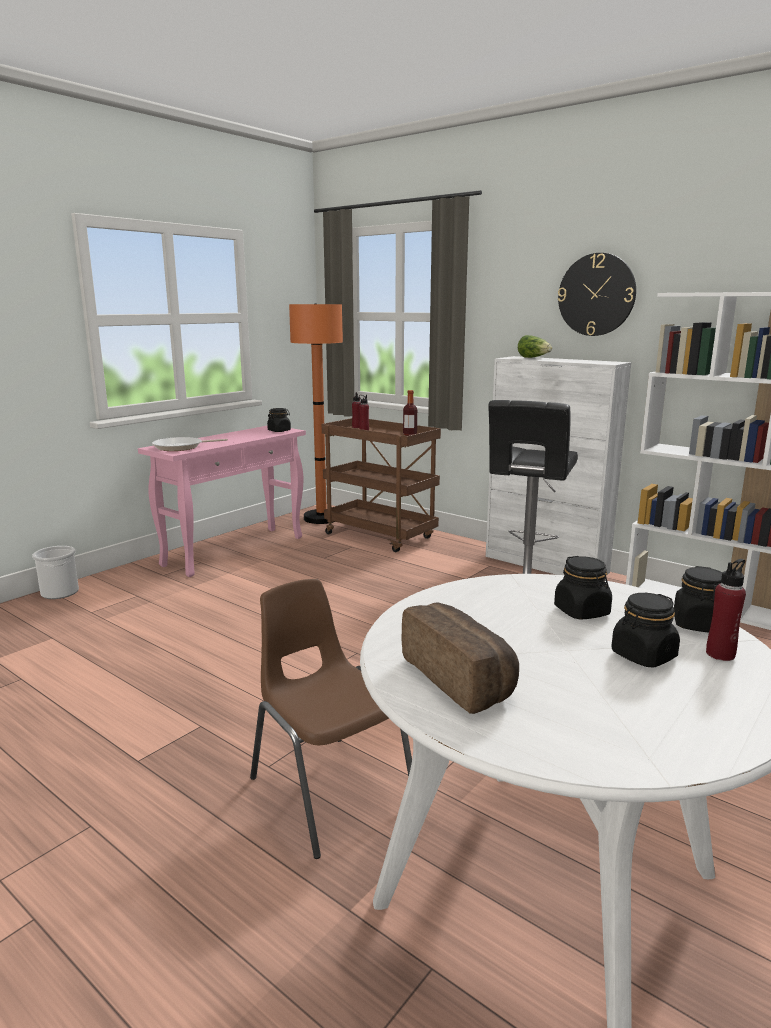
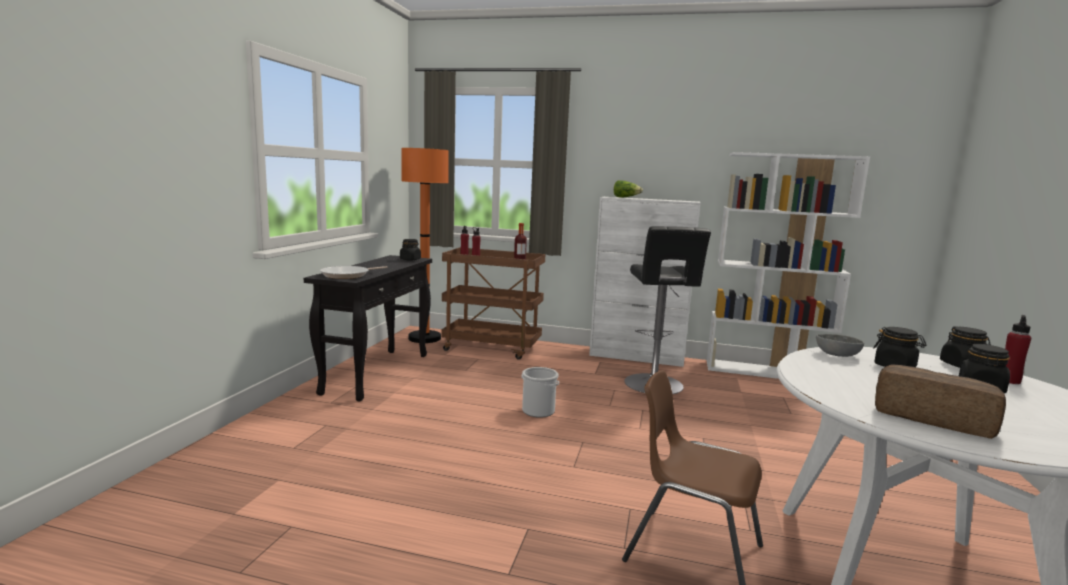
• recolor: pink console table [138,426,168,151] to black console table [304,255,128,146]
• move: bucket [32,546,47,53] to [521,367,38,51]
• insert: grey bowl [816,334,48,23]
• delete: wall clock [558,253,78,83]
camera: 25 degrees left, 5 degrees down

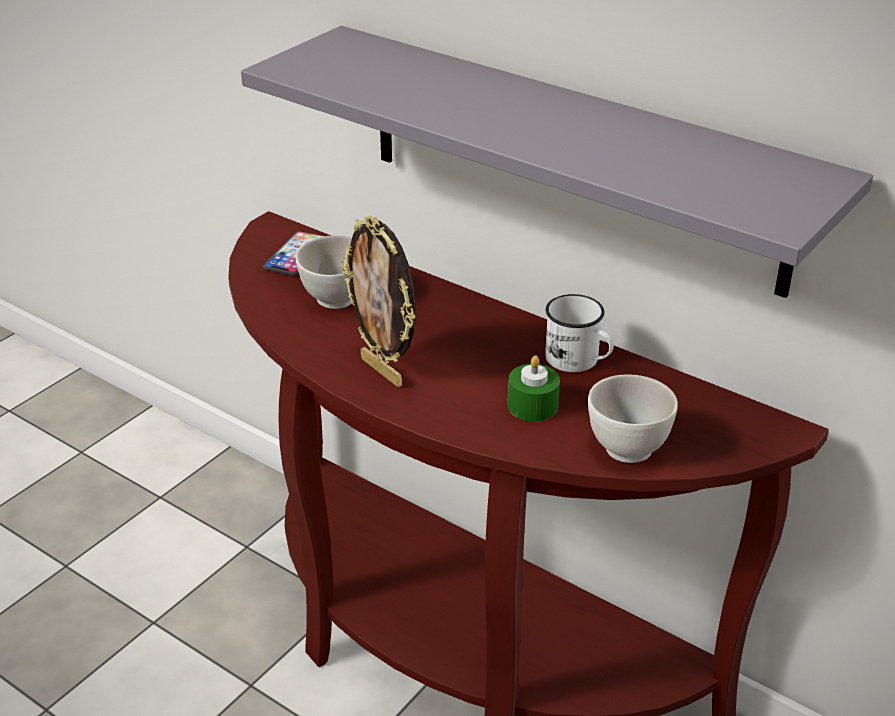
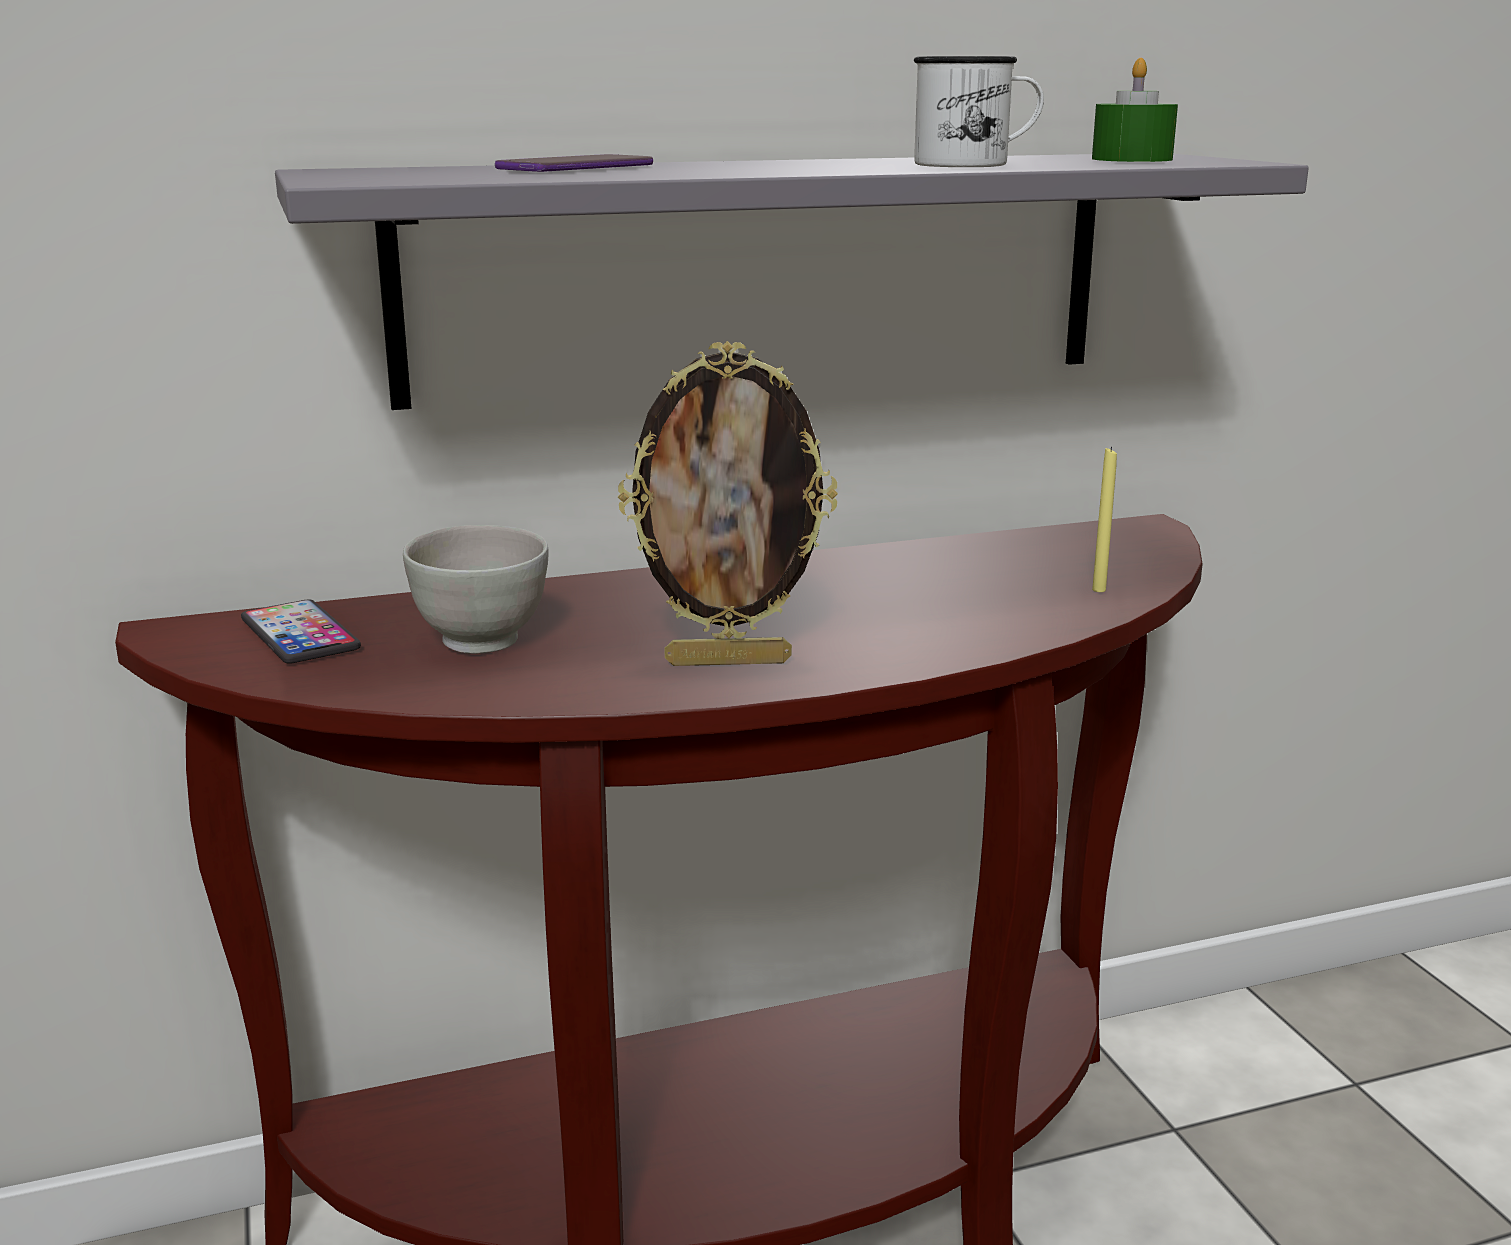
• insert: phone [495,154,158,18]
• move: white mug [545,294,69,78] to [914,56,130,111]
• move: green candle [508,355,52,66] to [1092,58,86,104]
• replace: white bowl [588,375,90,88] to yellow candle [1092,446,25,146]
camera: 55 degrees left, 15 degrees down

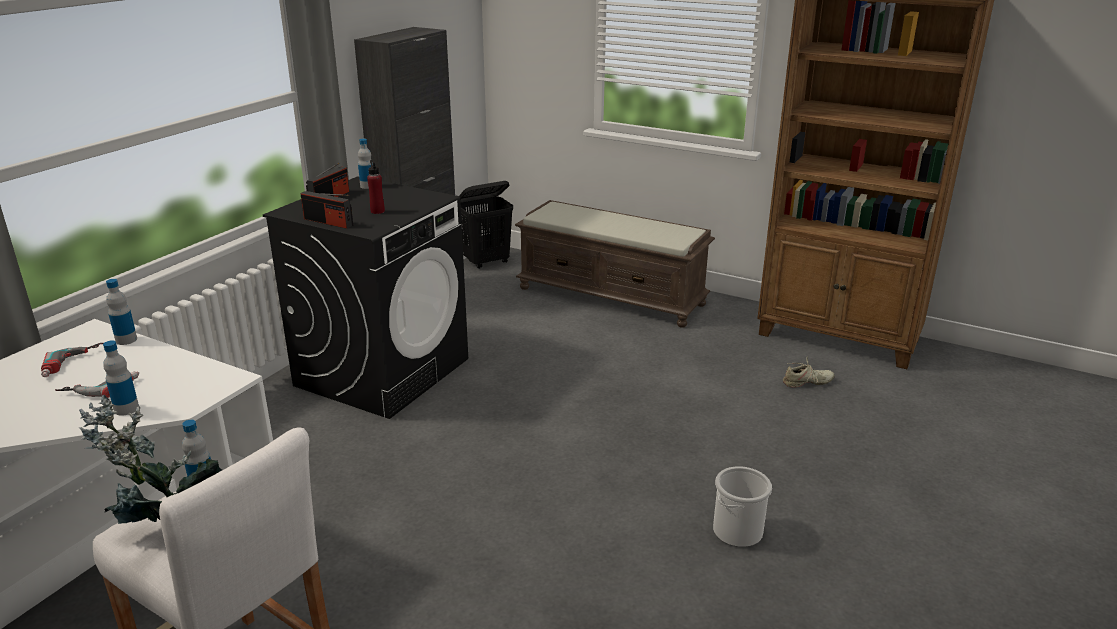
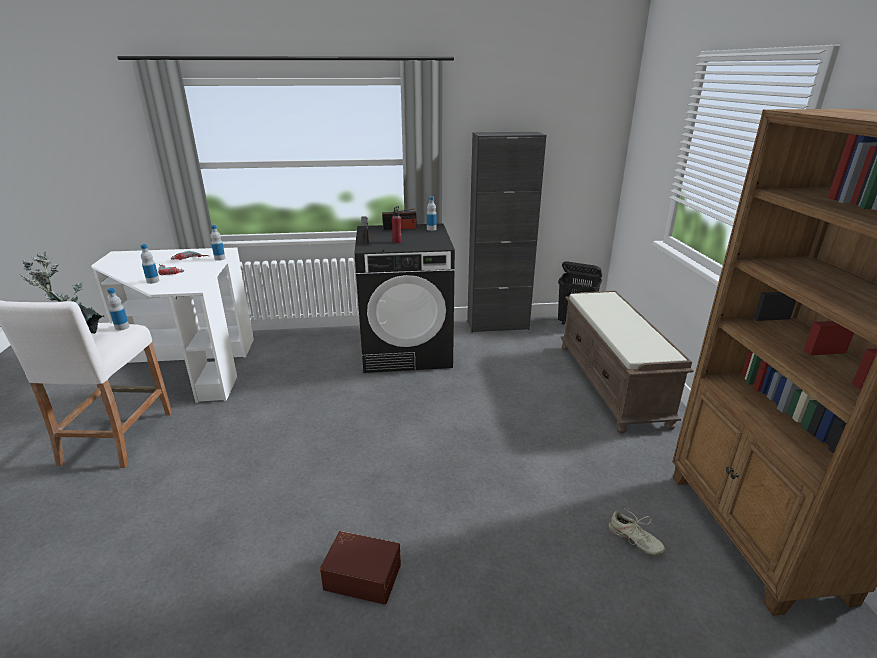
• replace: bucket [713,466,59,81] to brown storage box [320,531,81,74]
camera: 55 degrees right, 0 degrees up

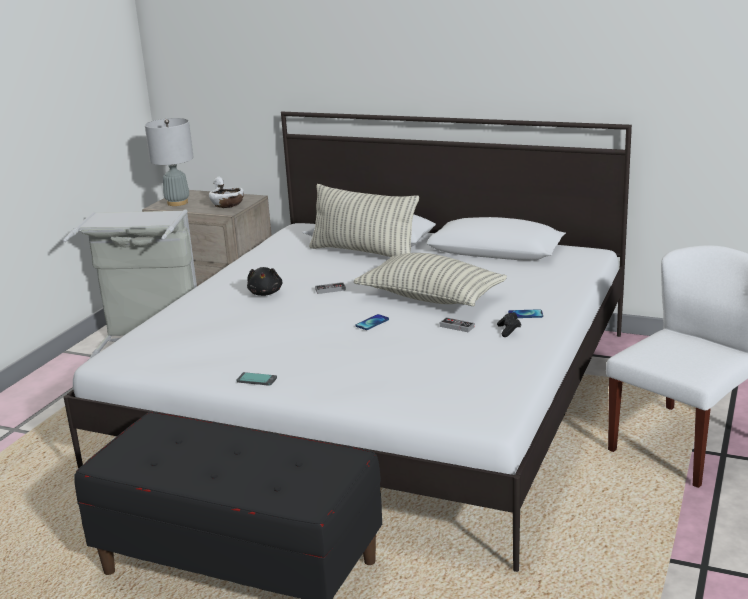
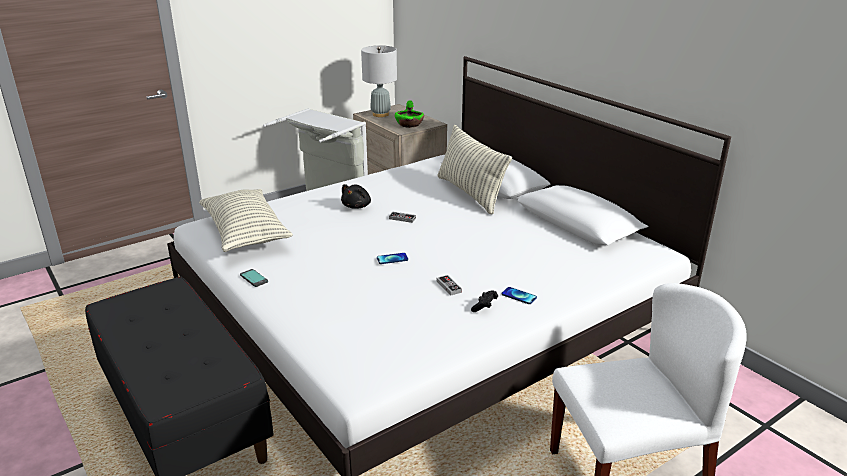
• move: pillow [354,253,153,53] to [199,189,94,63]
• recolor: white bowl [209,177,35,31] to green bowl [395,100,29,28]
camera: 30 degrees right, 5 degrees up

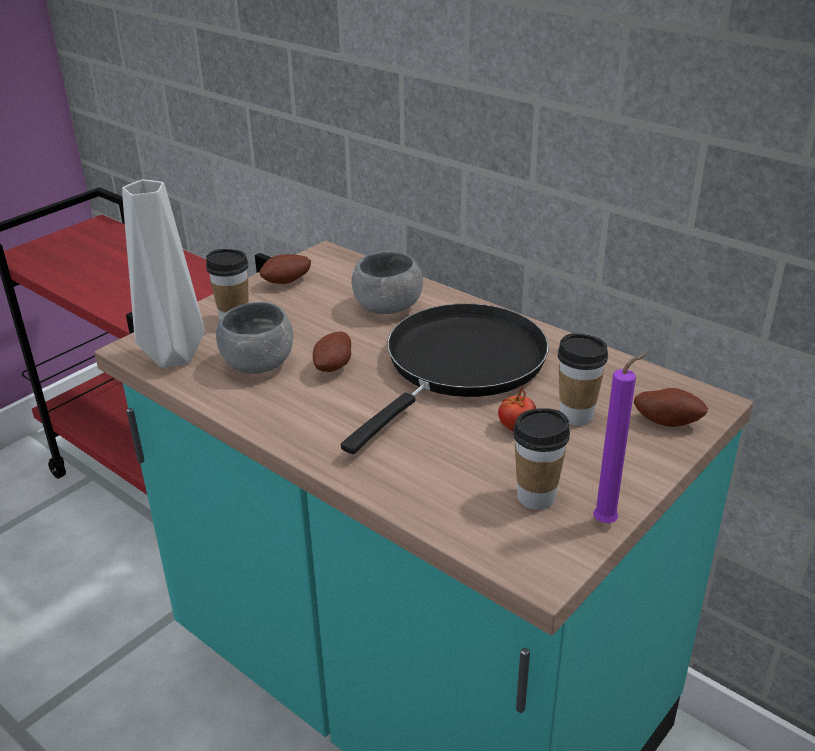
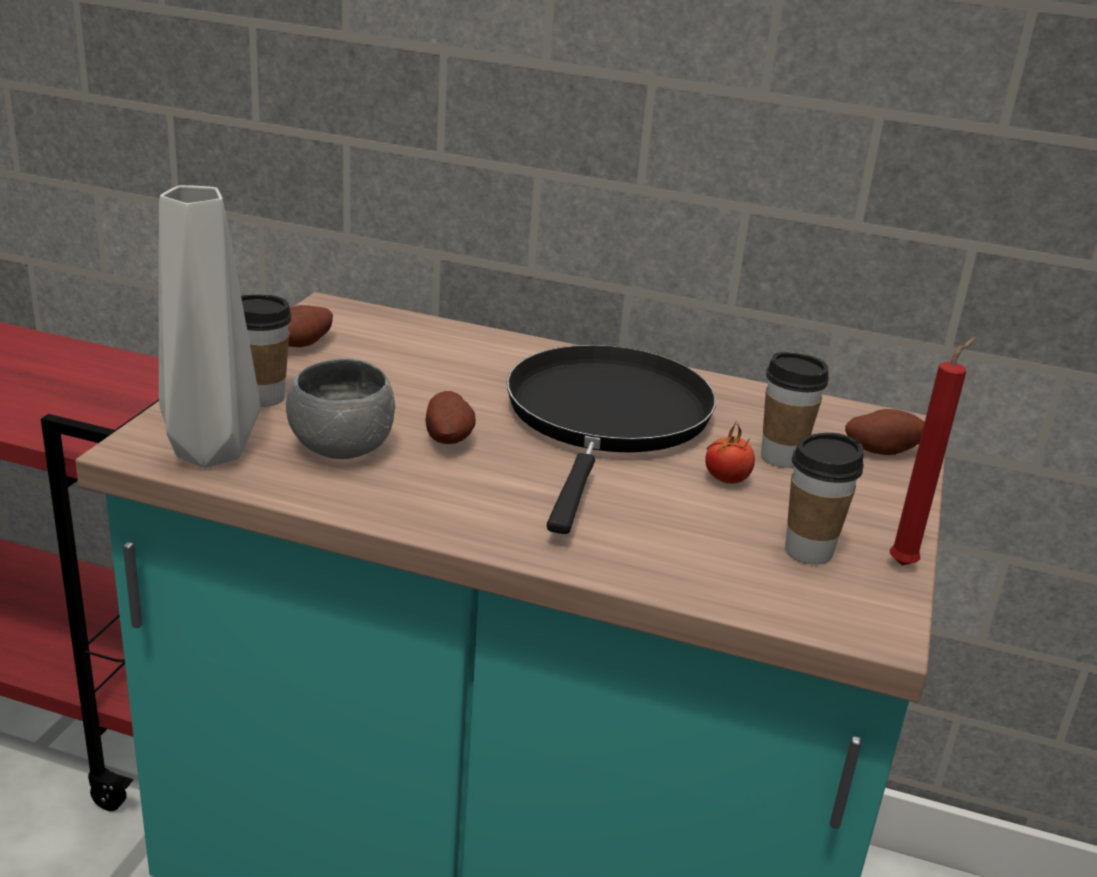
• recolor: purple candle [593,352,56,171] to red candle [890,337,86,229]
• delete: grey bowl [351,251,72,63]
camera: 25 degrees left, 5 degrees down

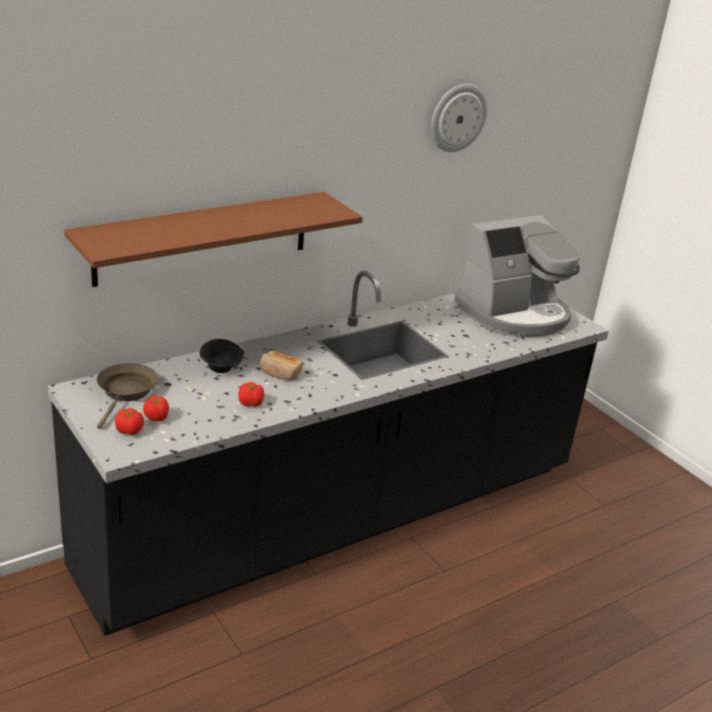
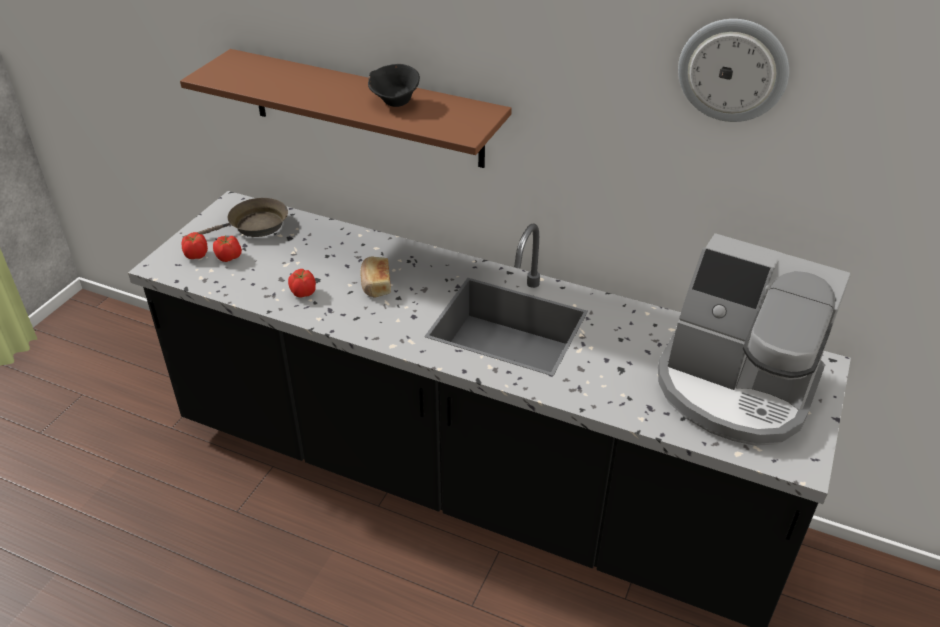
• move: black bowl [200,339,44,34] to [368,64,52,43]
camera: 60 degrees right, 10 degrees up

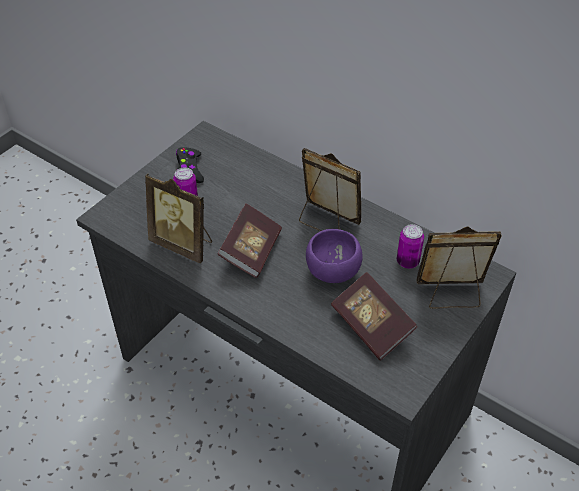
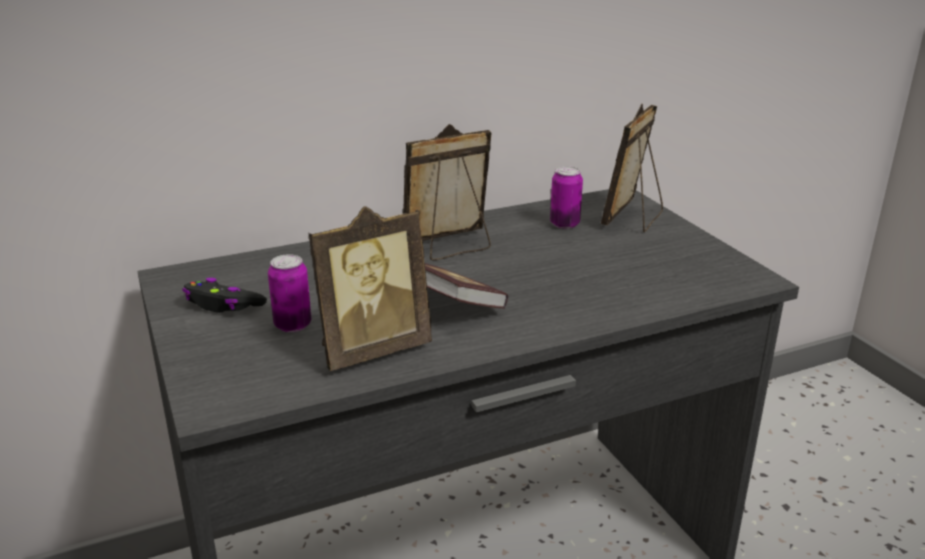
• delete: purple bowl [306,229,57,54]
• delete: book [331,272,86,88]
camera: 60 degrees left, 20 degrees down

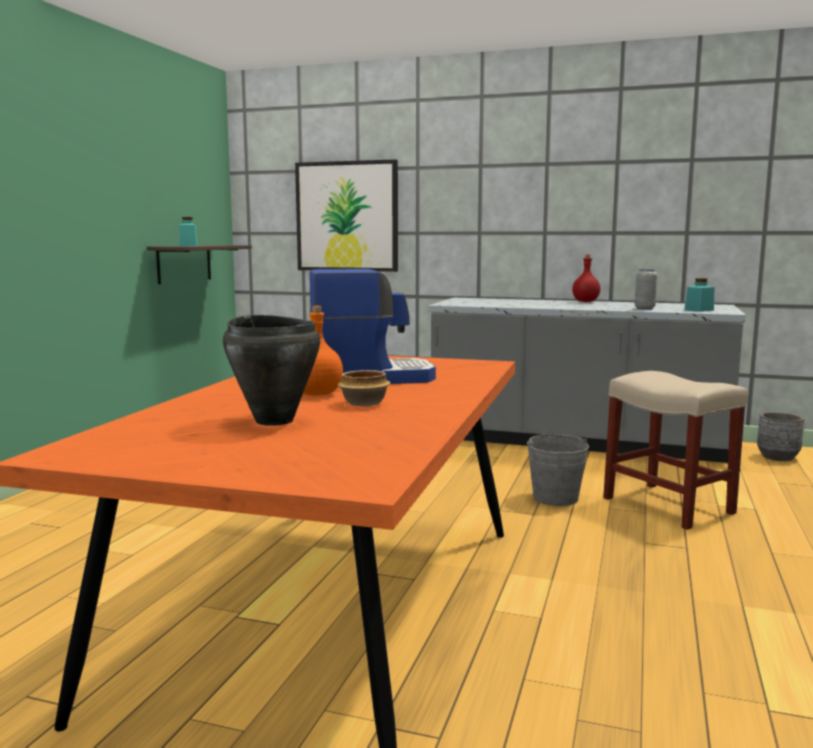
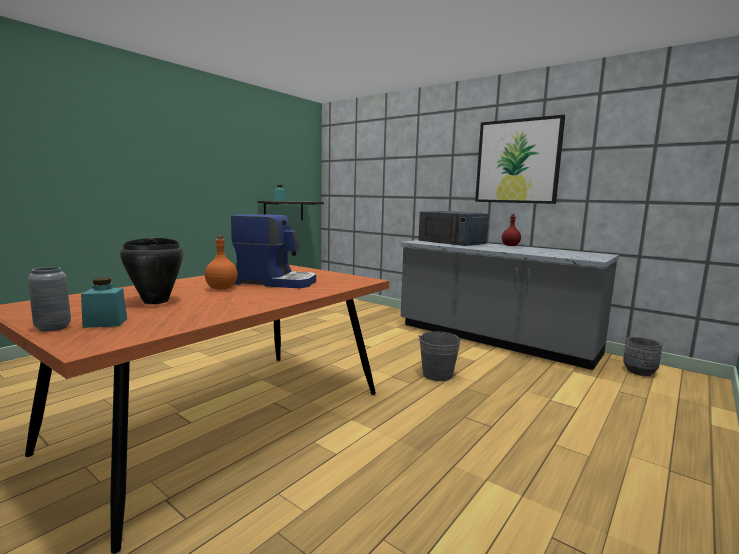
• move: grey vase [635,269,22,41] to [27,267,44,64]
• move: turquoise jar [685,278,29,34] to [81,278,46,50]
• insert: blue microwave [418,211,71,35]
• move: picture [295,159,103,113] to [475,115,90,89]
• delete: bowl [338,370,53,36]
• delete: beige stool [603,371,145,159]
camera: 20 degrees right, 0 degrees up

